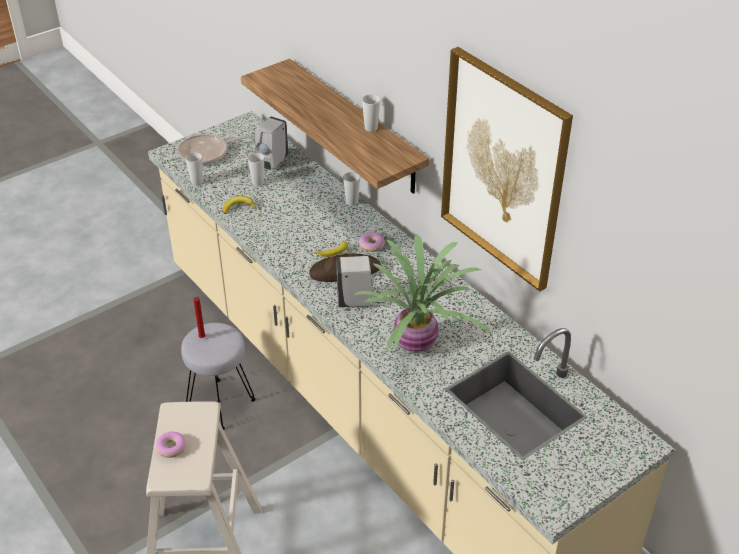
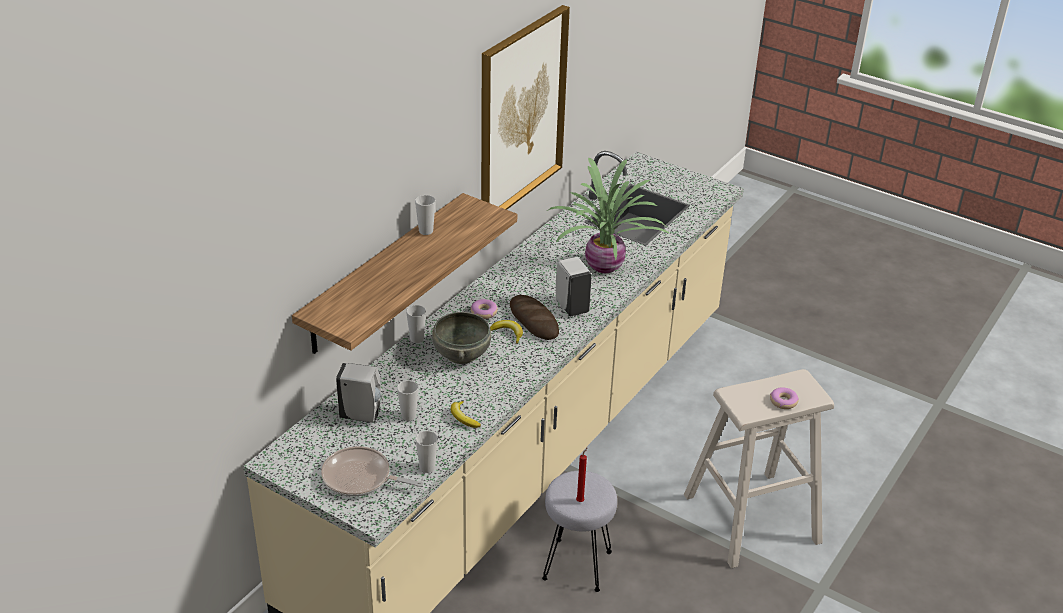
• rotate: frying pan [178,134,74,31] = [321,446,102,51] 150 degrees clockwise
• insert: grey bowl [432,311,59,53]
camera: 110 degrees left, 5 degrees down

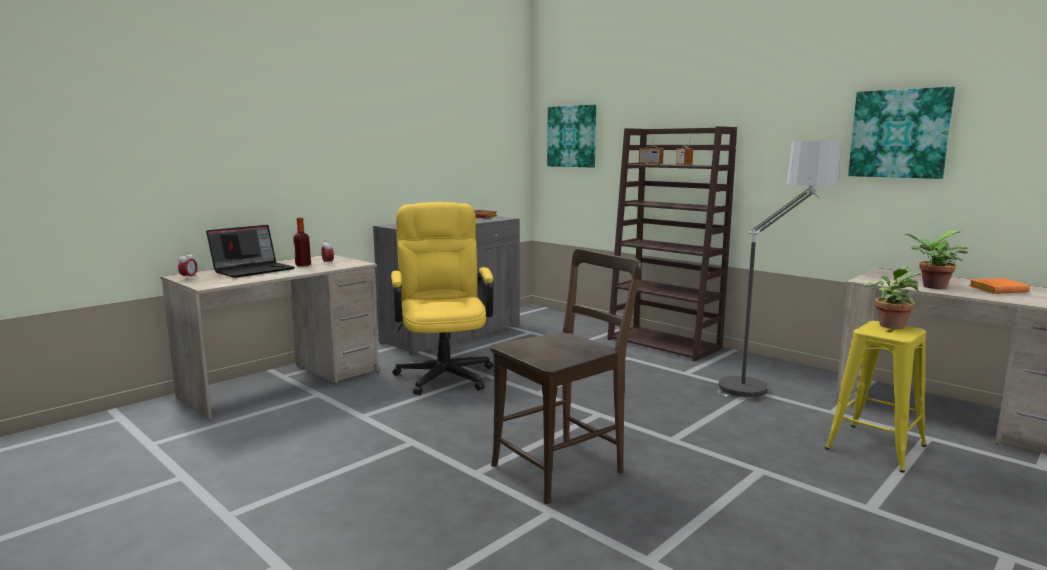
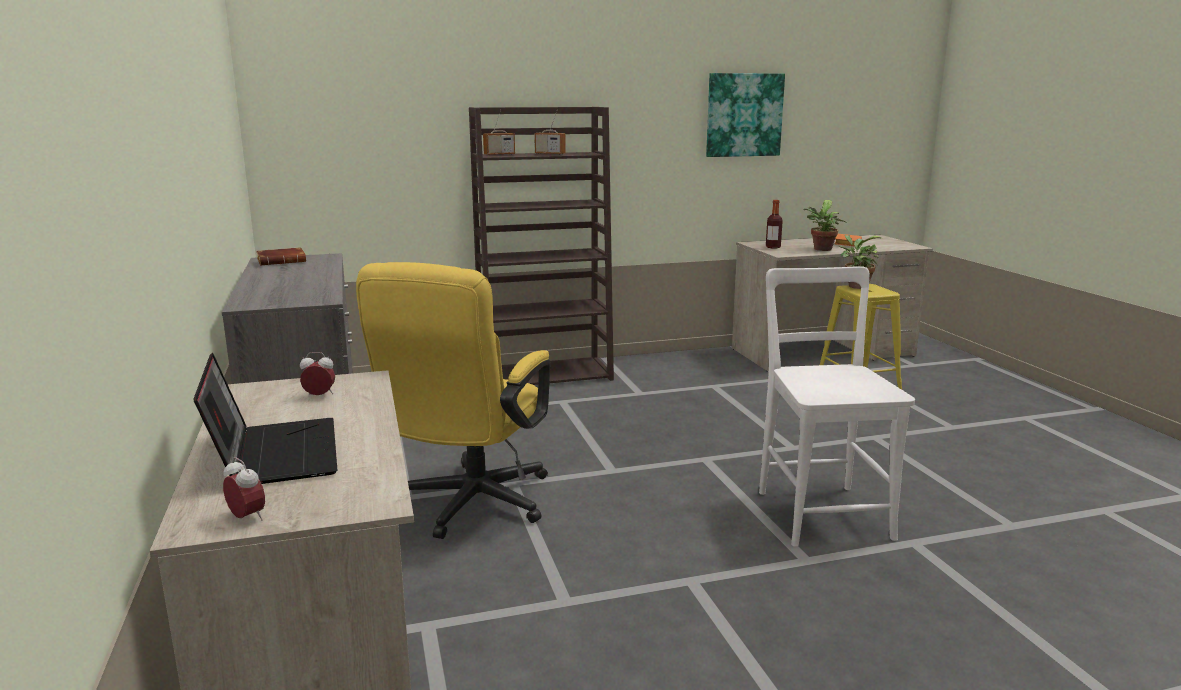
• rotate: yellow office chair [391,202,103,193] = [356,262,195,277] 90 degrees counterclockwise
• recolor: brown chair [490,248,151,256] to white chair [759,266,156,281]
• move: bottle [293,218,18,49] to [766,200,17,49]
• delete: picture [547,104,49,64]
• delete: floor lamp [718,141,123,258]
camera: 60 degrees left, 5 degrees up

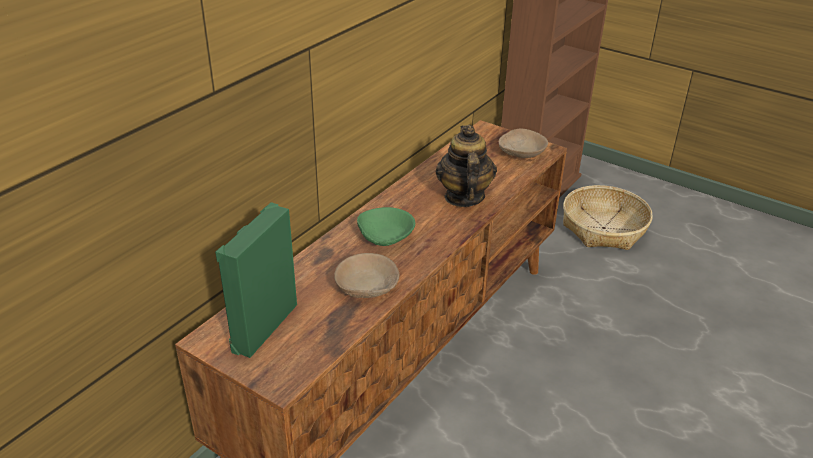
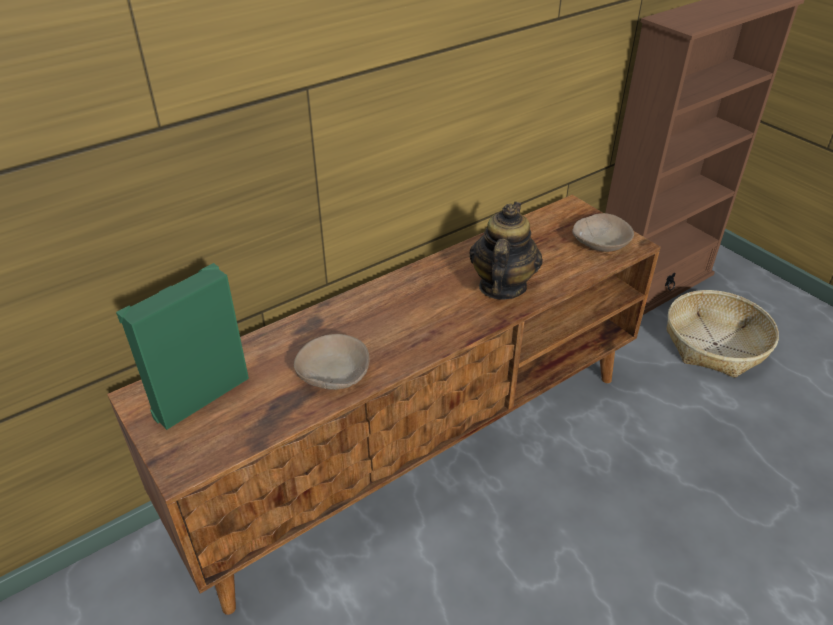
• delete: green bowl [357,207,58,39]
camera: 20 degrees right, 5 degrees up

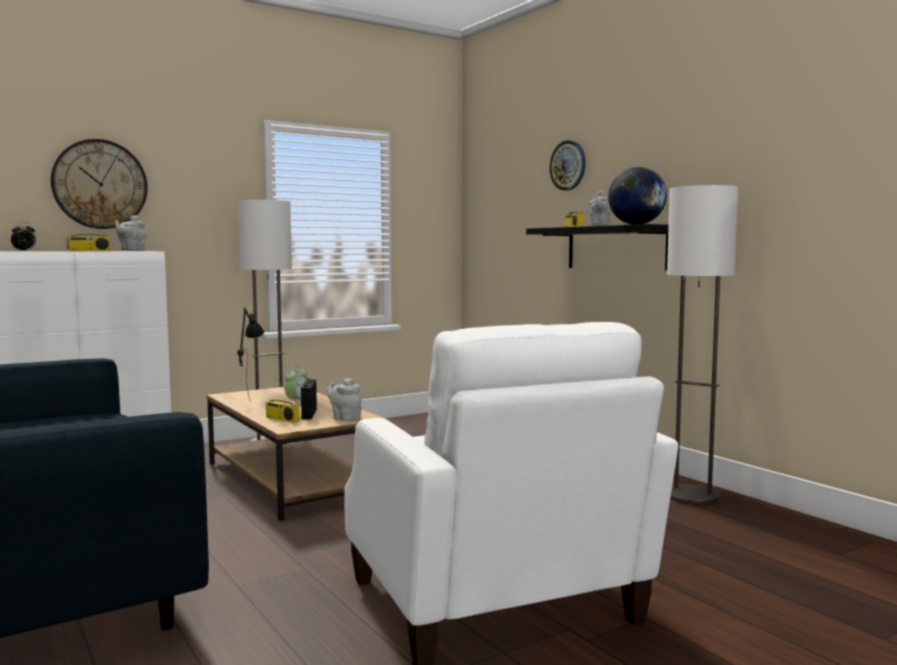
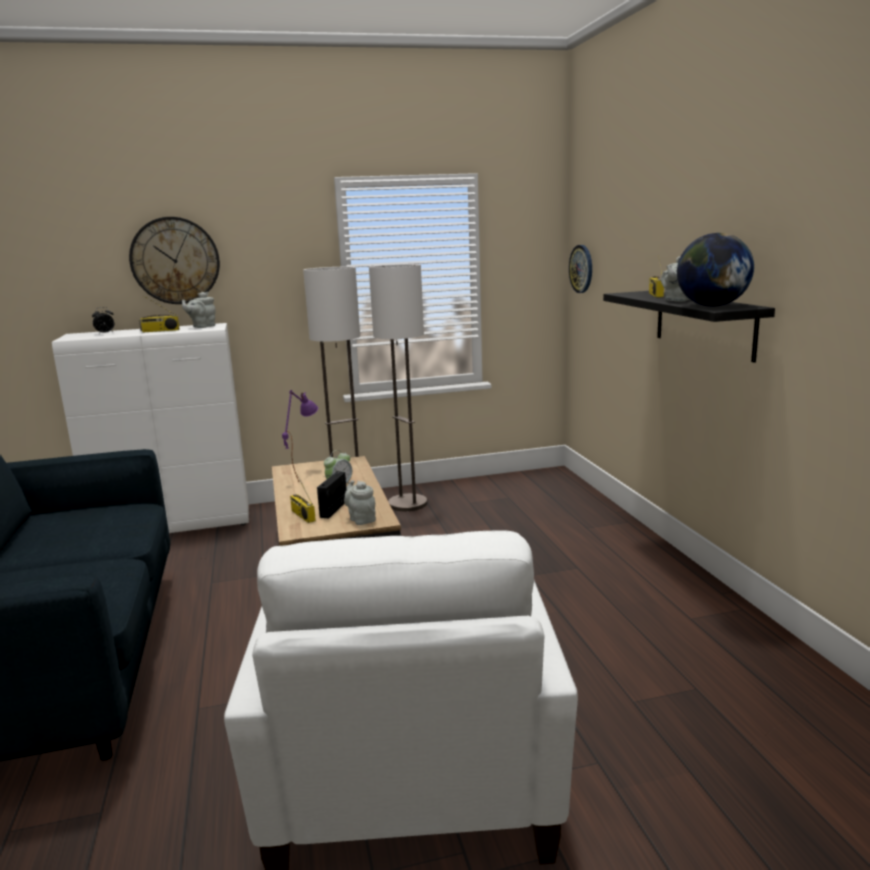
• recolor: black table lamp [237,308,27,94] to purple table lamp [282,390,36,92]
• move: floor lamp [667,185,71,321] to [369,264,58,247]
• move: wall clock [550,140,36,51] to [569,245,23,48]
camera: 20 degrees right, 10 degrees up

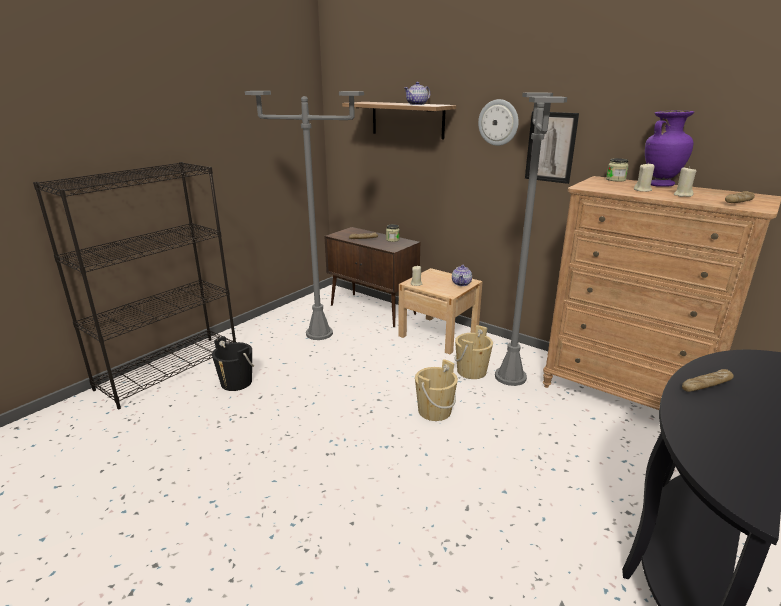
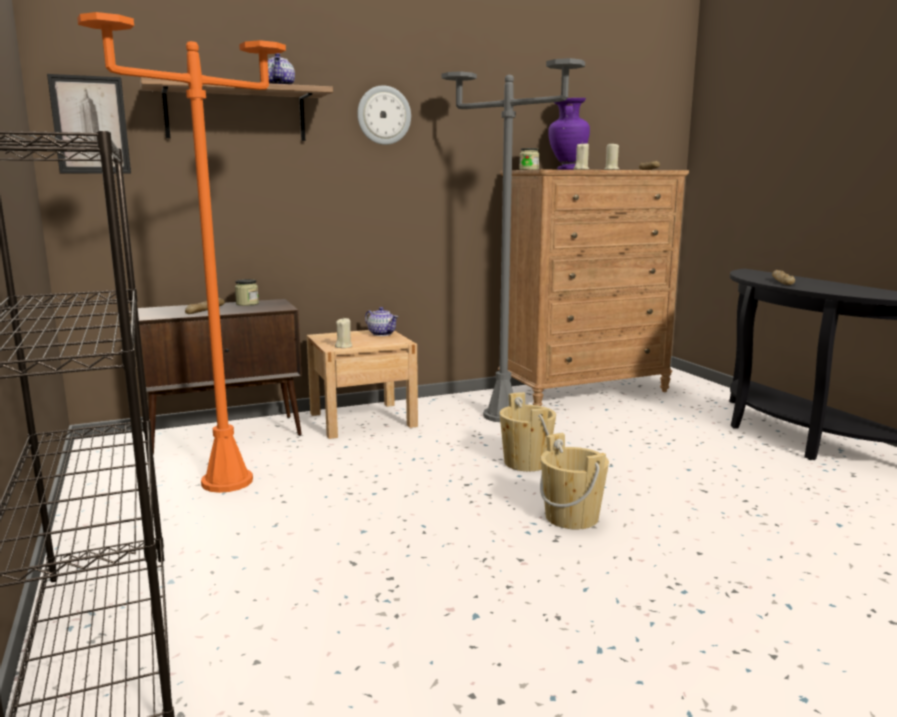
• move: picture [525,111,54,73] to [47,74,84,100]
• recolor: grey floor lamp [245,91,119,249] to orange floor lamp [77,12,209,481]
• move: beige bucket [455,325,38,54] to [540,433,69,96]
• delete: black bucket [212,336,42,55]
camera: 60 degrees left, 10 degrees down

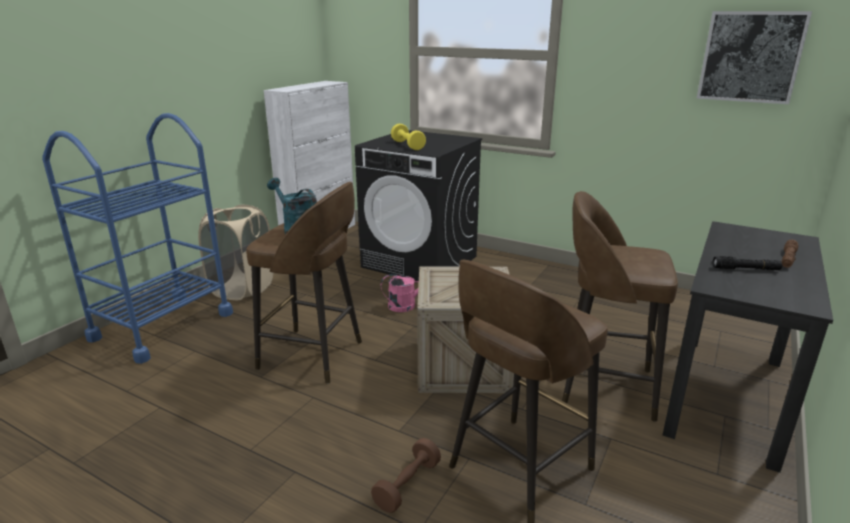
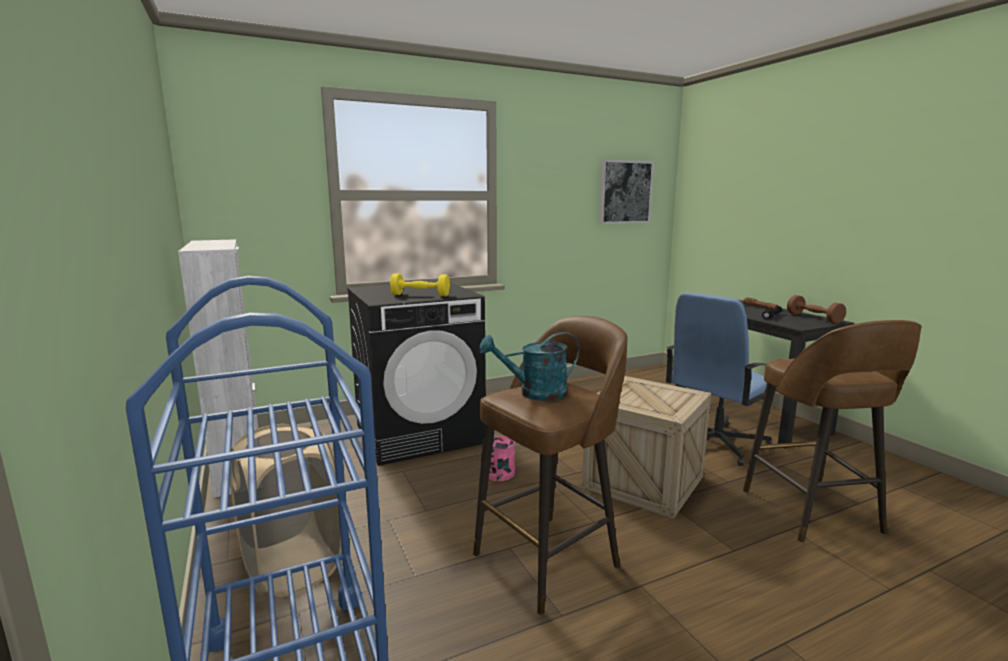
• replace: brown stool [562,191,116,231] to blue office chair [666,292,106,174]
• move: brown dumbbell [371,438,70,75] to [787,295,59,29]
camera: 55 degrees left, 10 degrees down

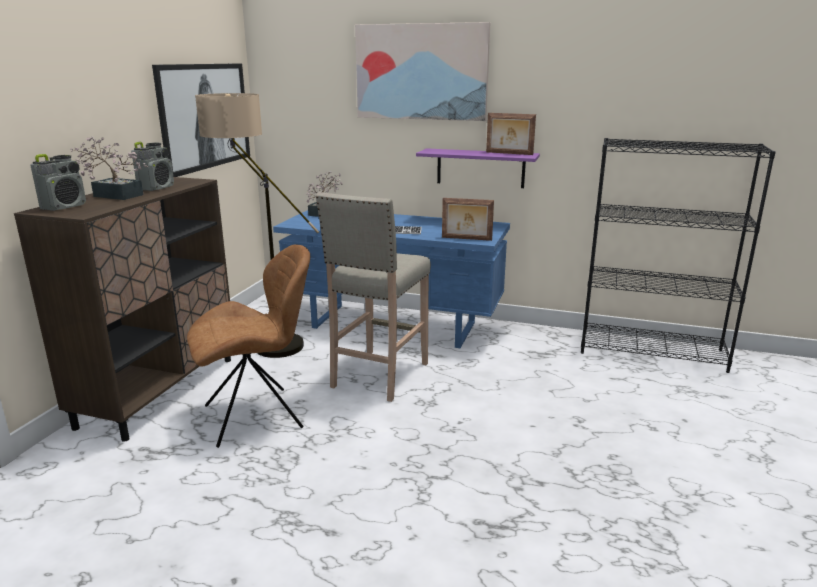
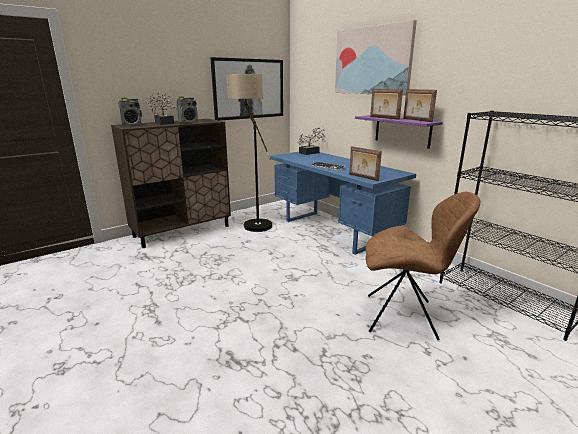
• move: brown chair [187,244,123,204] to [366,192,114,148]
• insert: picture frame [370,89,33,31]
• delete: beige stool [315,192,116,210]
camera: 35 degrees right, 0 degrees up

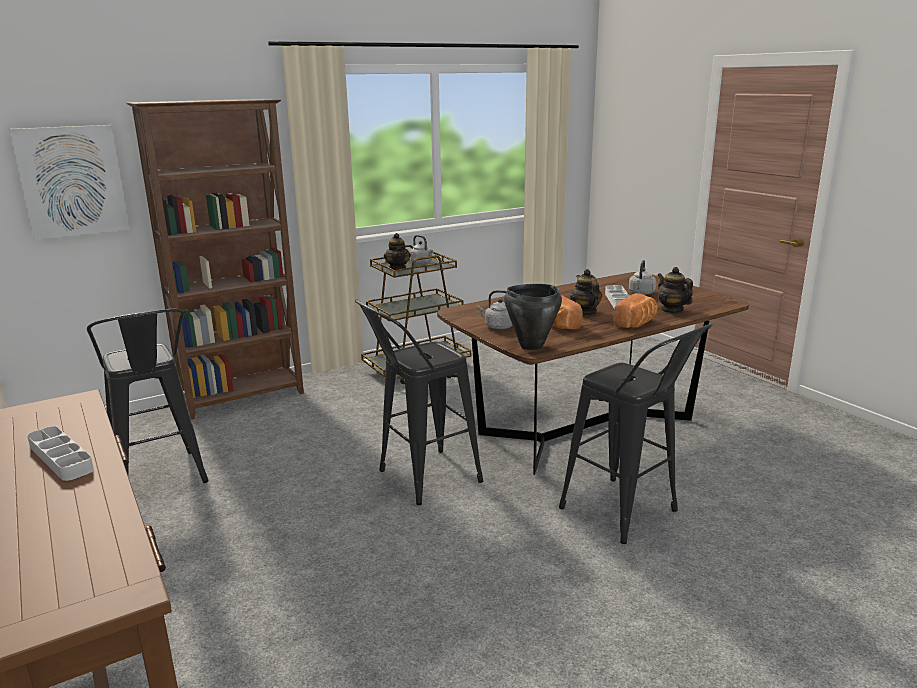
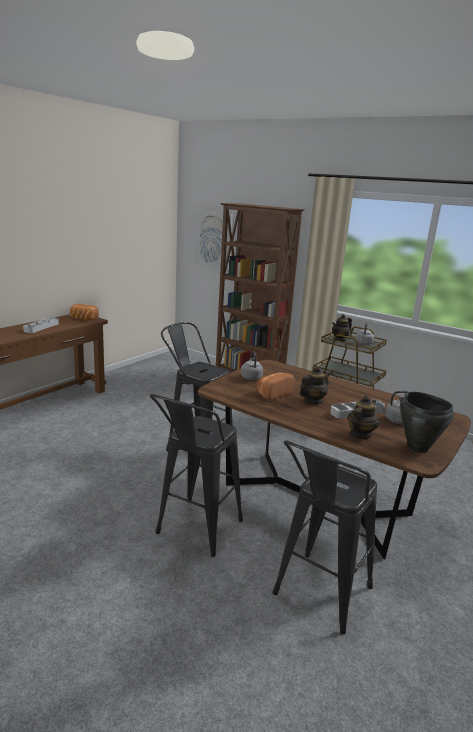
• move: bread [613,293,45,35] to [70,304,29,16]
• move: black stool [87,309,122,174] to [273,440,104,194]
• move: black cooking pot [504,284,58,66] to [400,392,54,61]
camera: 65 degrees right, 0 degrees up

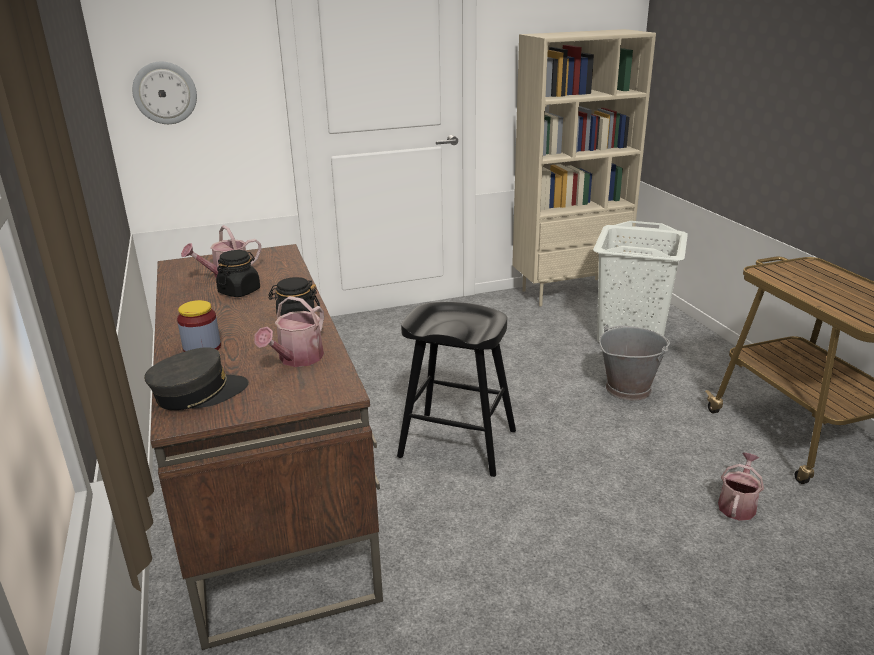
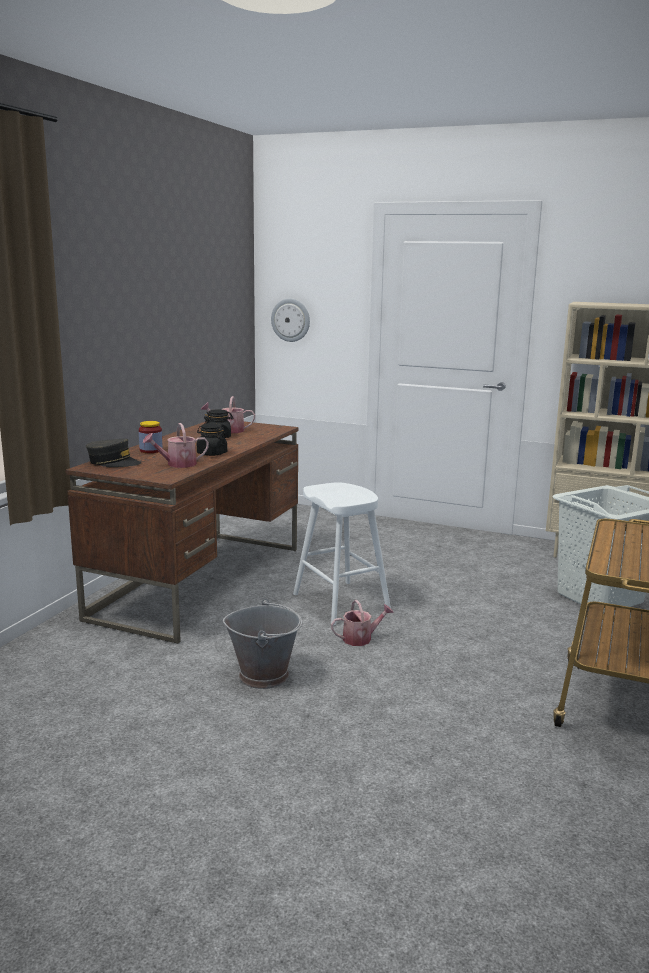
• move: grey bucket [599,325,71,76] to [223,598,79,91]
• recolor: black stool [397,302,119,175] to white stool [293,482,98,144]
• move: watering can [718,452,46,69] to [331,600,63,46]
camera: 40 degrees right, 10 degrees down

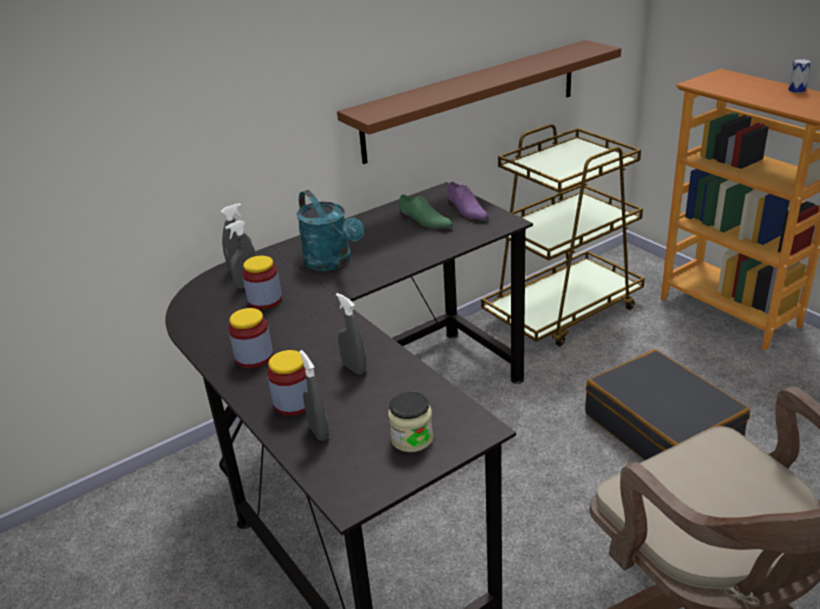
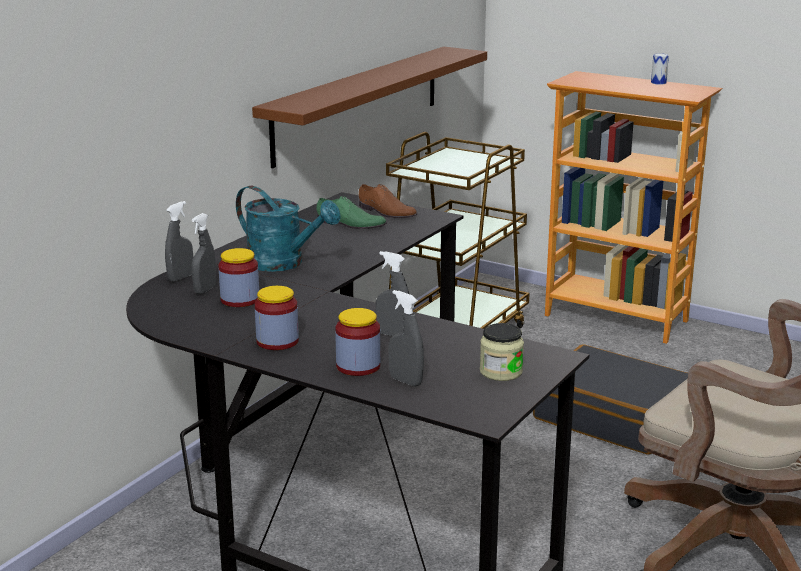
• recolor: purple shoe [448,182,40,39] to brown shoe [359,184,58,34]
camera: 25 degrees left, 10 degrees down

